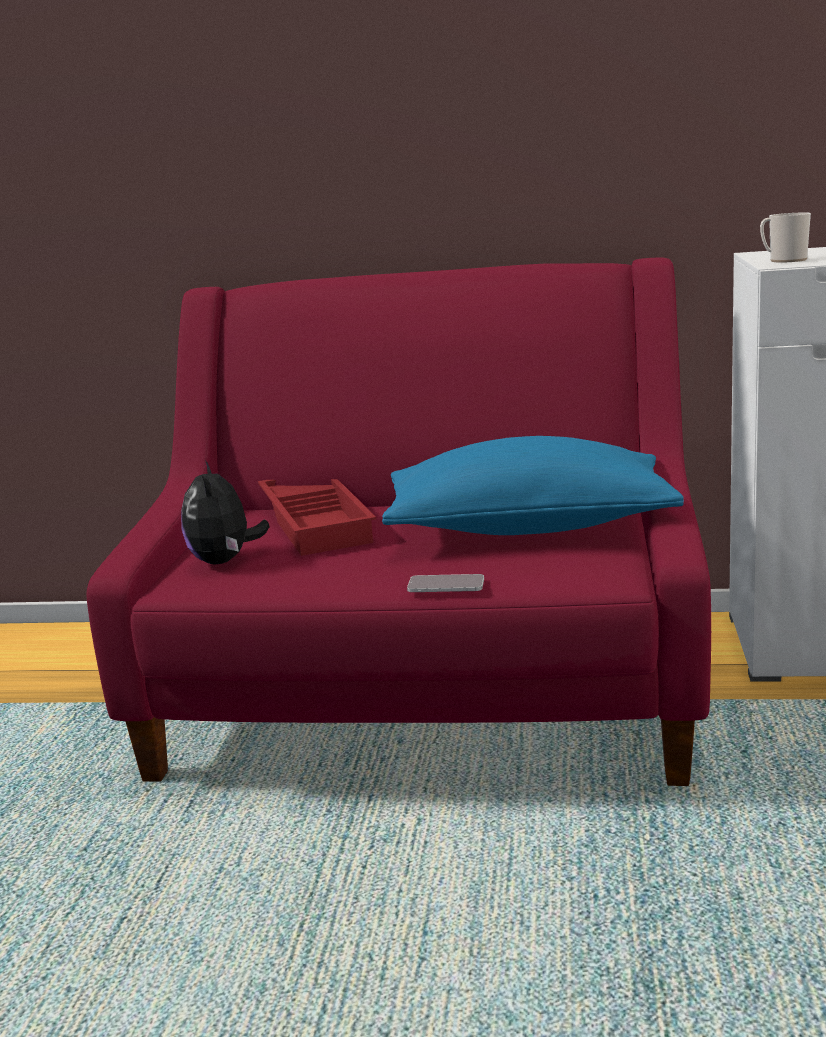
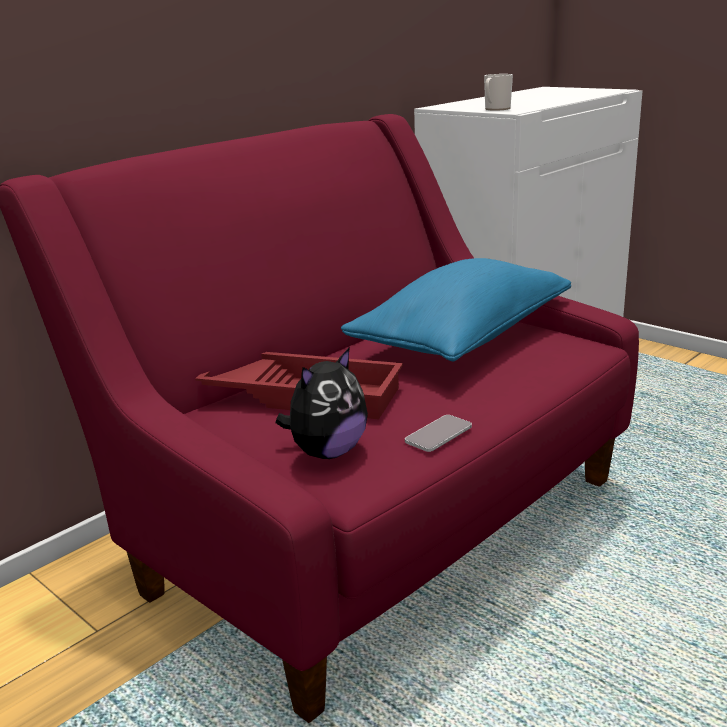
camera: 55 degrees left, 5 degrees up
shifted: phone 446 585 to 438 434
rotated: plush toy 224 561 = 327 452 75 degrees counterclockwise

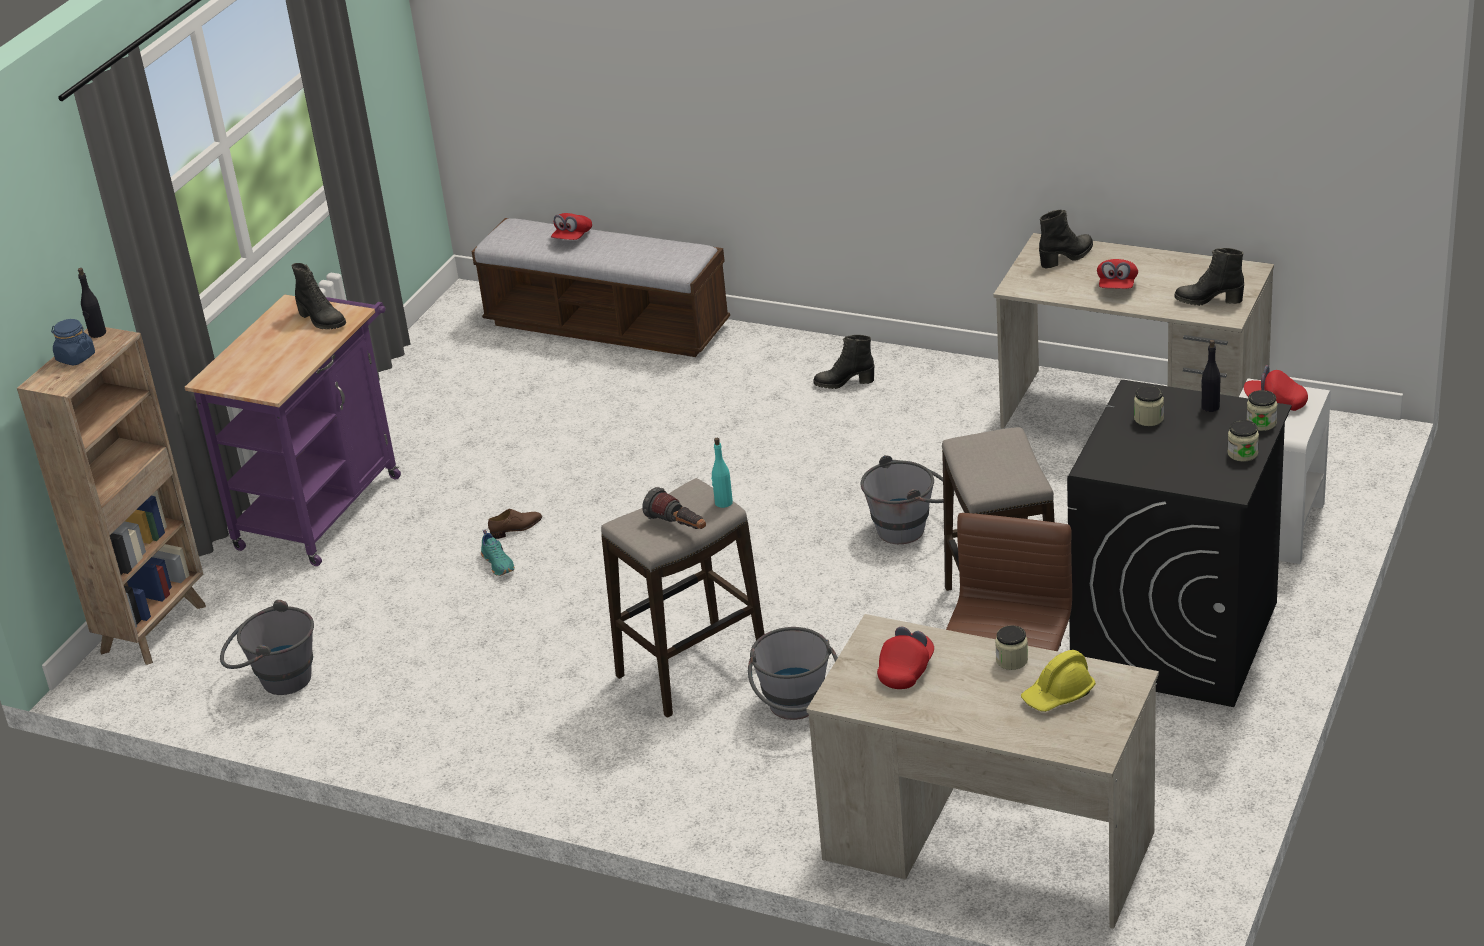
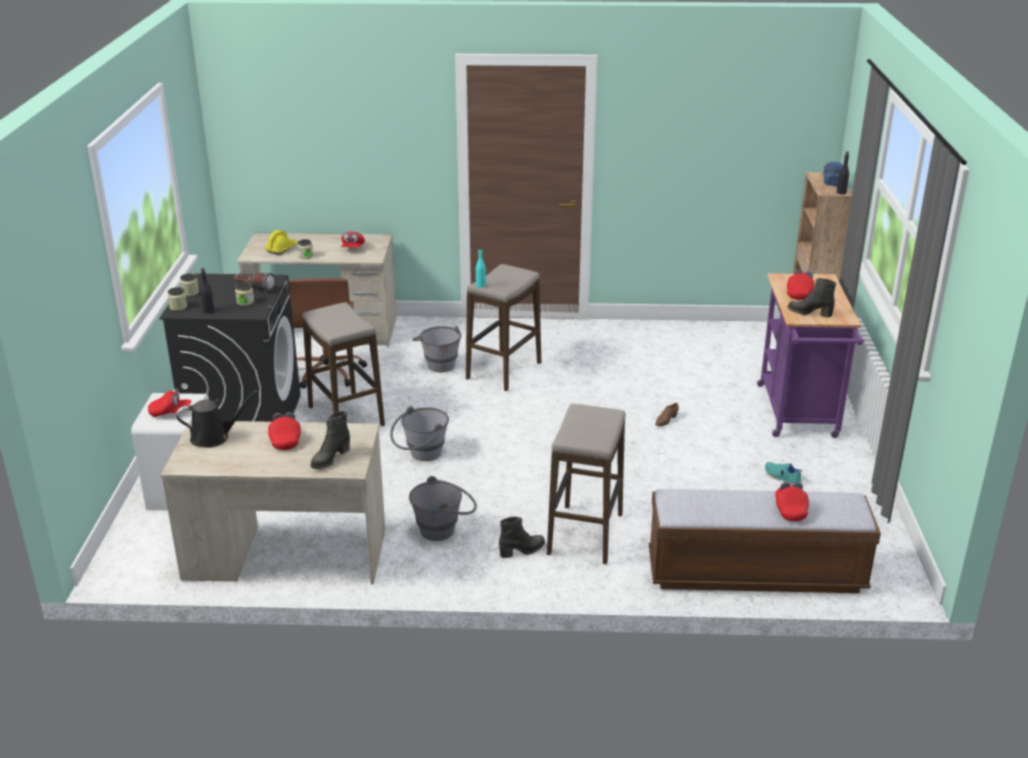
camera: 155 degrees right, 5 degrees down
new: stool 585 534; red cap 799 293
shifted: grey bucket 275 680 to 444 529; turquoise shoe 499 563 to 782 477; flashlight 678 526 to 254 288
swapped: black boot 1208 300 to black watering can 214 437

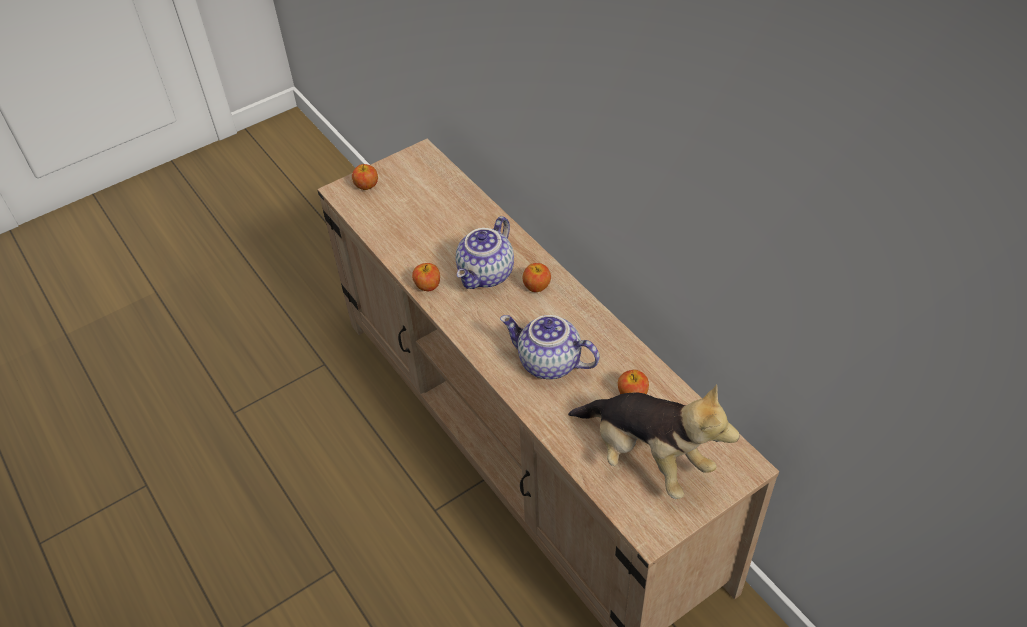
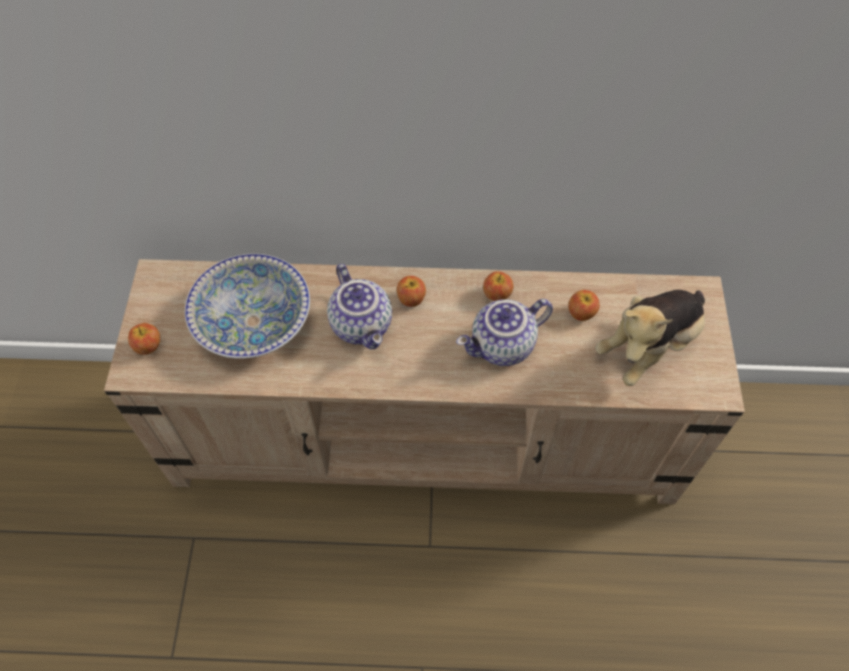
camera: 55 degrees left, 10 degrees up
new: bowl 253 322
shifted: apple 427 286 to 497 294
rotated: plush toy 646 458 = 649 346 150 degrees clockwise

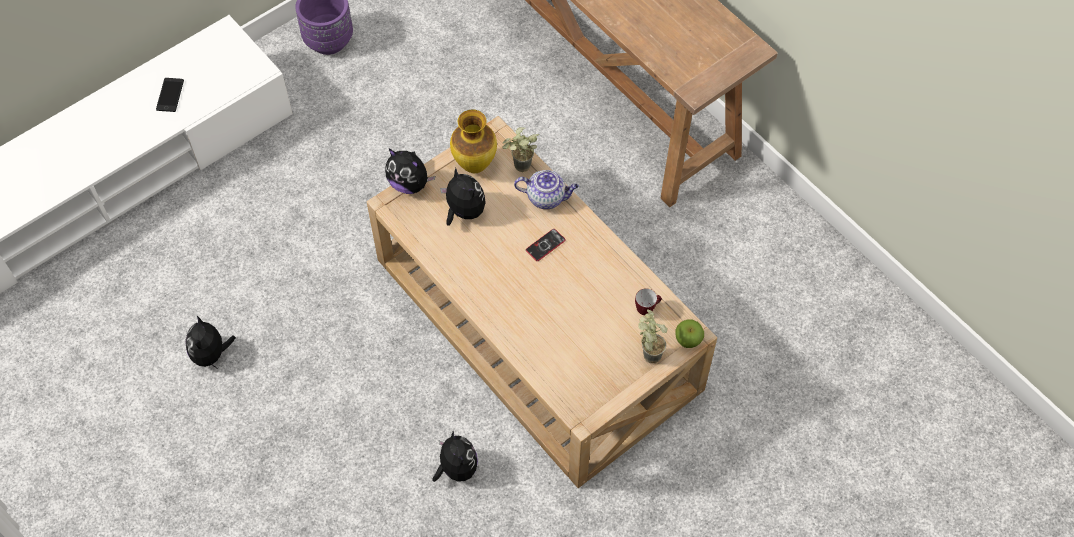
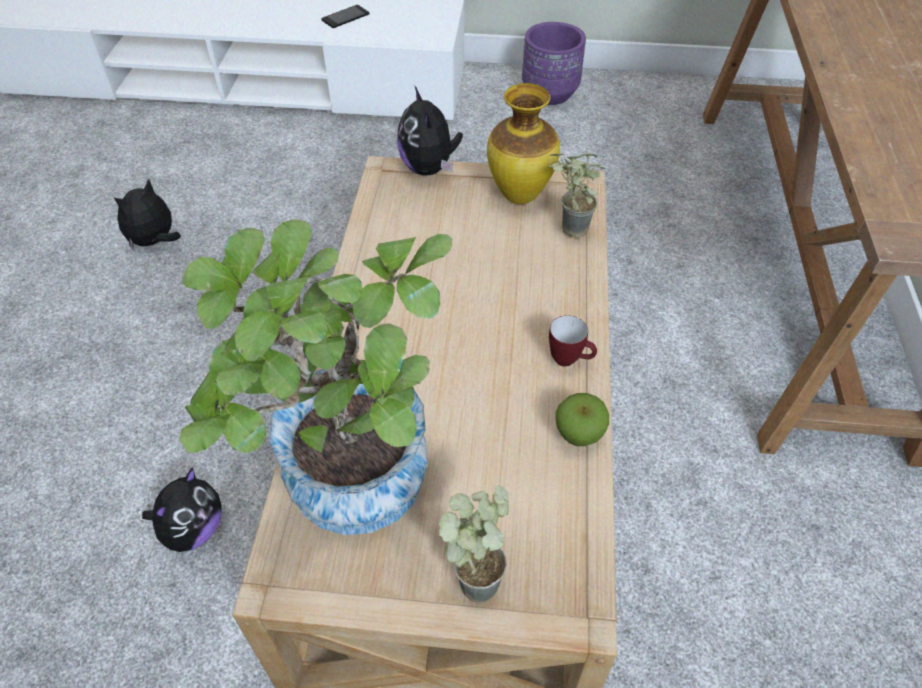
camera: 45 degrees right, 10 degrees down
gone: plush toy 464 211; teapot 547 197; phone 545 245
new: potted plant 348 493
shifted: mug 647 309 to 569 360; apple 688 341 to 578 435

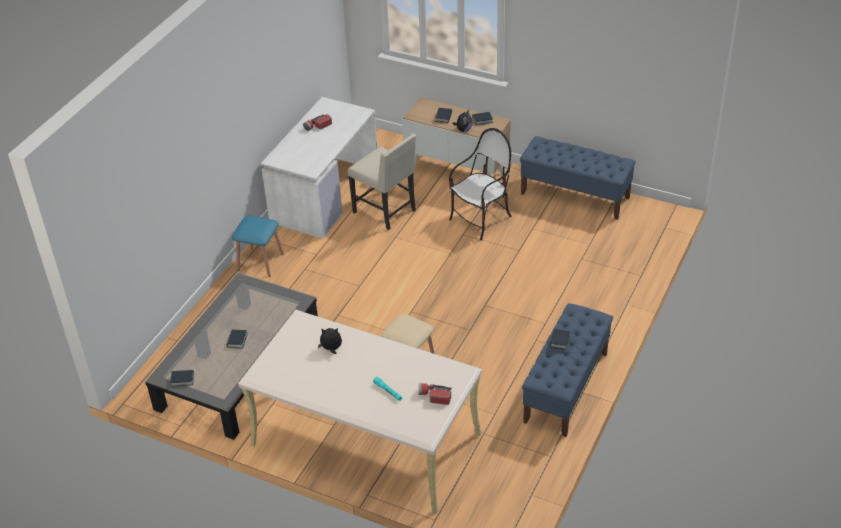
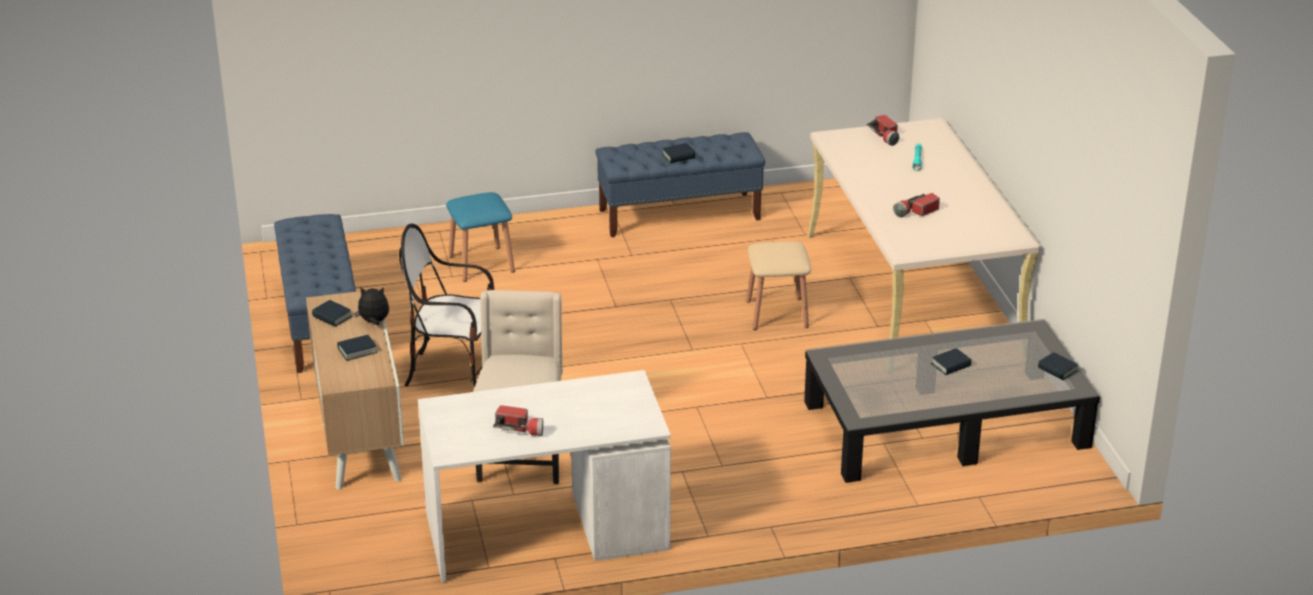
camera: 130 degrees left, 10 degrees down
shifted: blue stool 260 262 to 481 264
swapped: plush toy 331 349 to flashlight 915 212

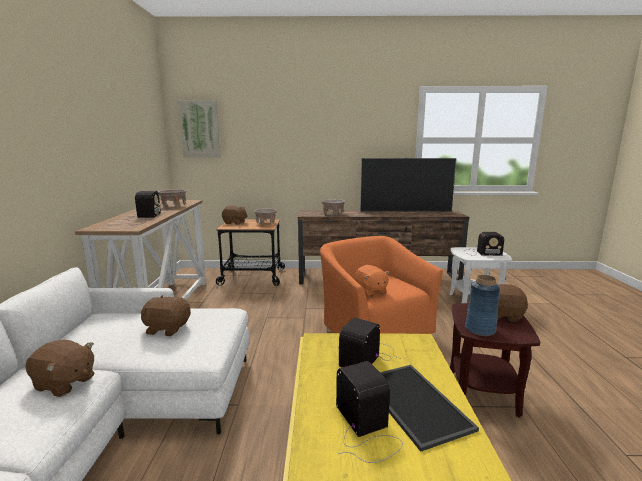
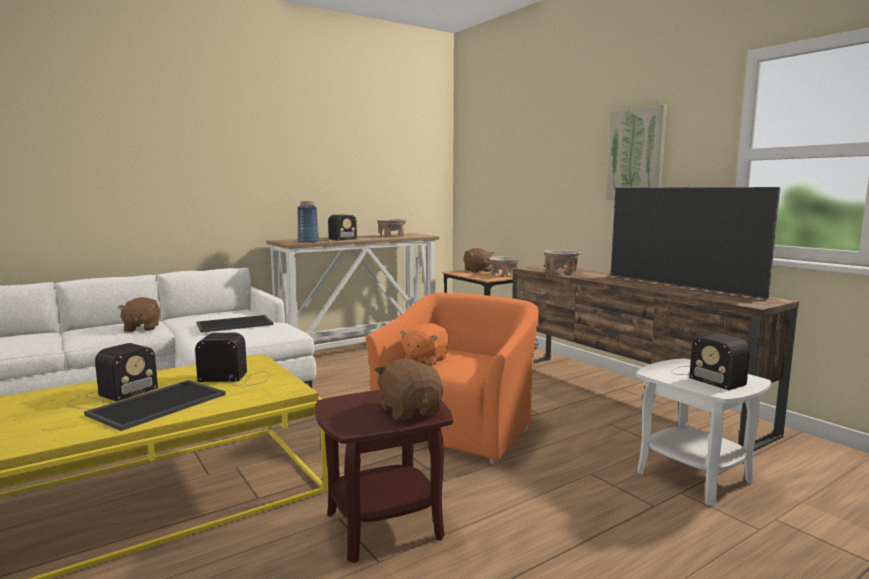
camera: 55 degrees right, 5 degrees down
shifted: picture 200 129 to 636 154; blue vase 480 329 to 308 241
swapped: brown plush toy 167 328 to tray 234 324

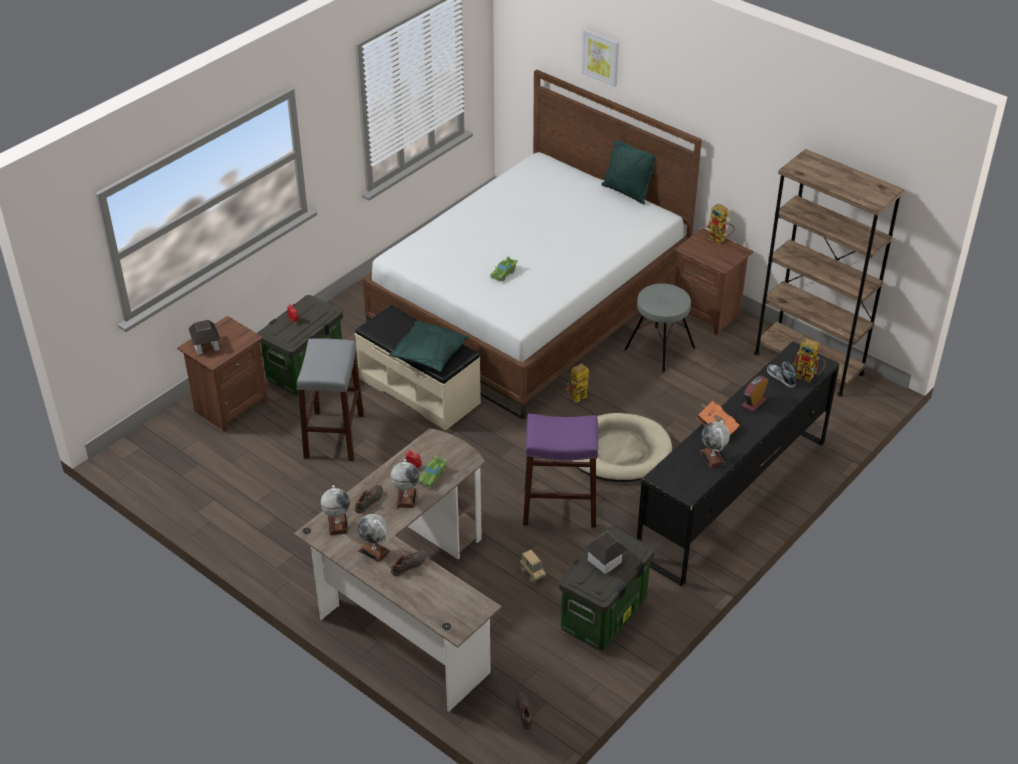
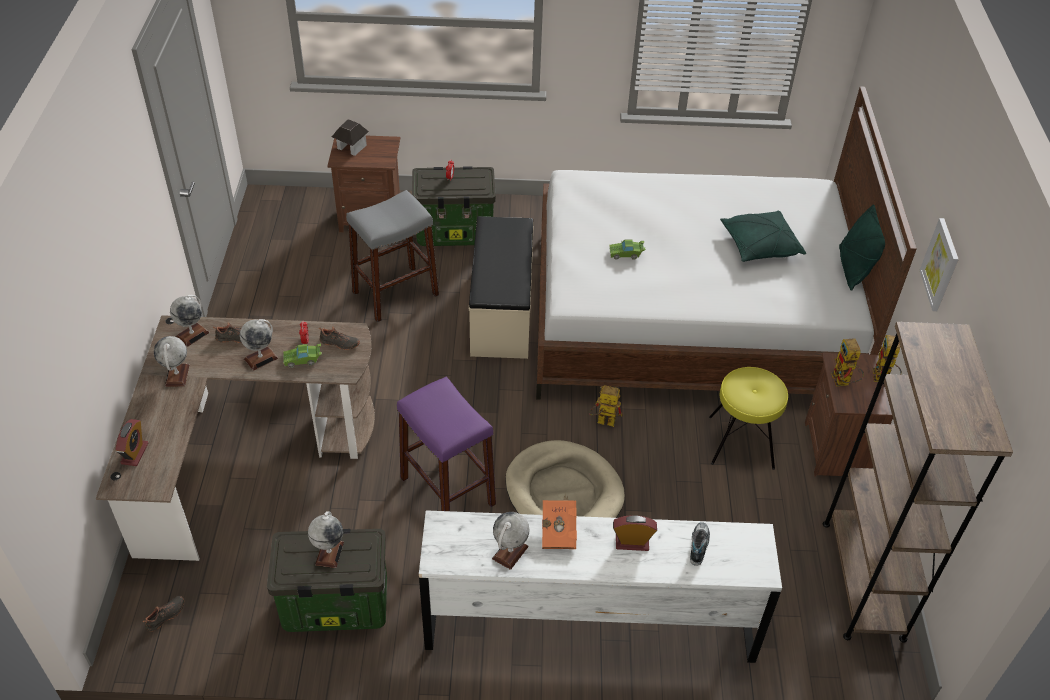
camera: 50 degrees right, 5 degrees up
gone: toy truck 532 574
new: alarm clock 134 453
shifted: green pillow 429 355 to 759 246; black shoe 409 566 to 339 344; picture 600 57 to 940 265; toy robot 808 377 to 843 382
swapped: toy house 605 561 to globe 329 553
repainted: grey stool 659 348 to yellow stool 741 442; black dresser 733 497 to white dresser 589 624

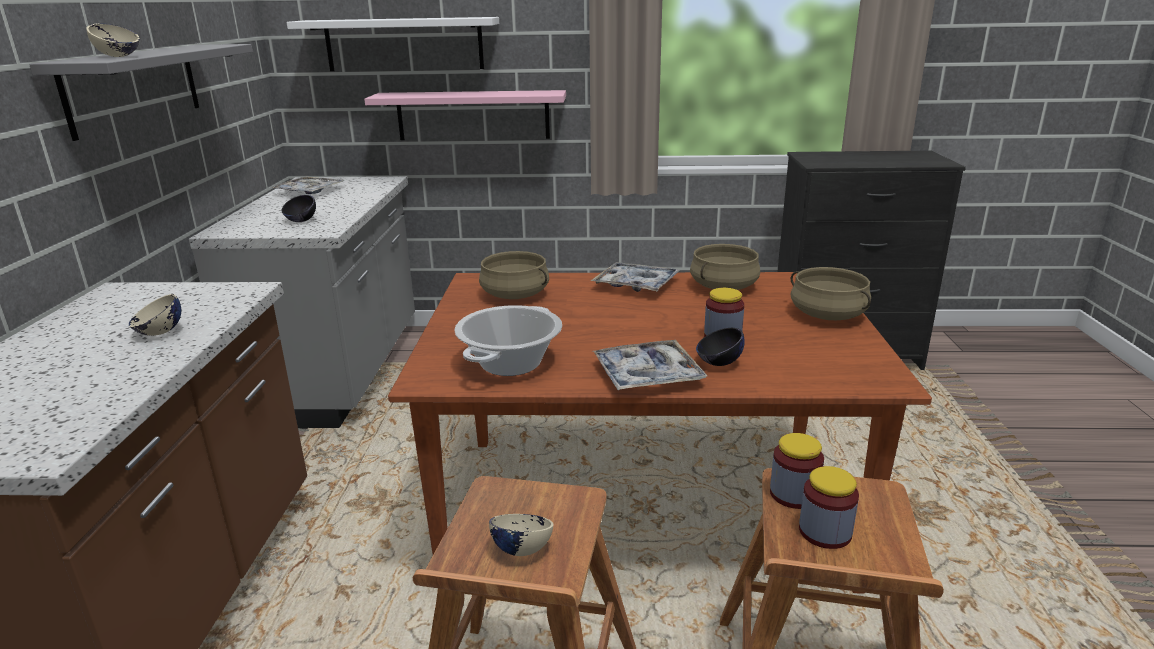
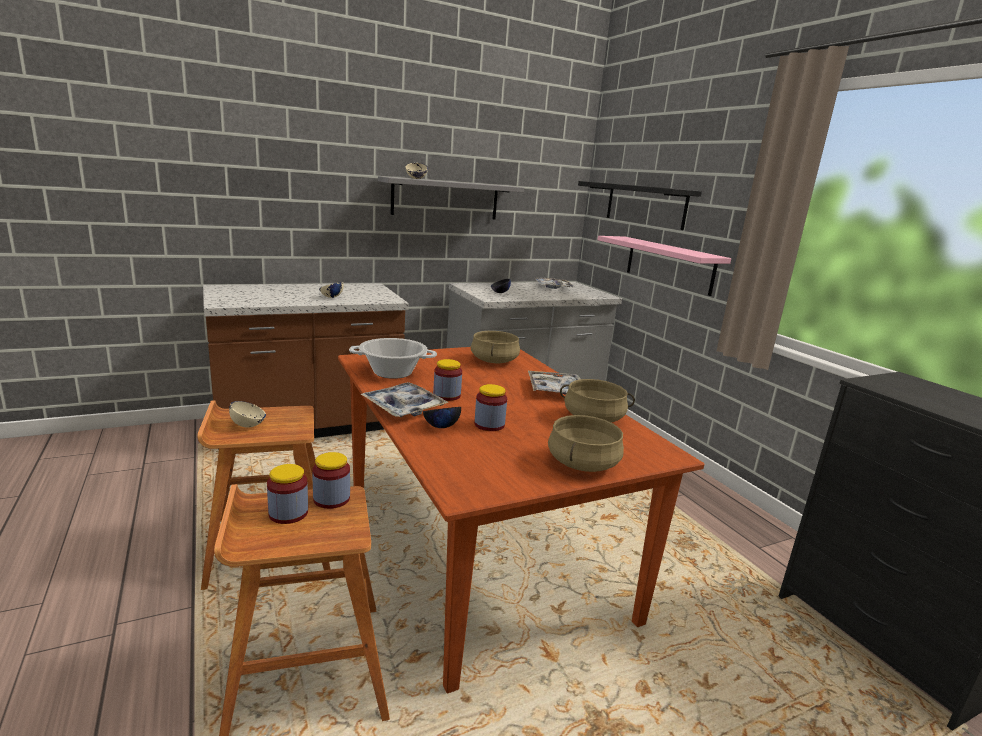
camera: 60 degrees right, 5 degrees down
new: jar 447 395
repainted: white shelf 404 44 to black shelf 645 205

